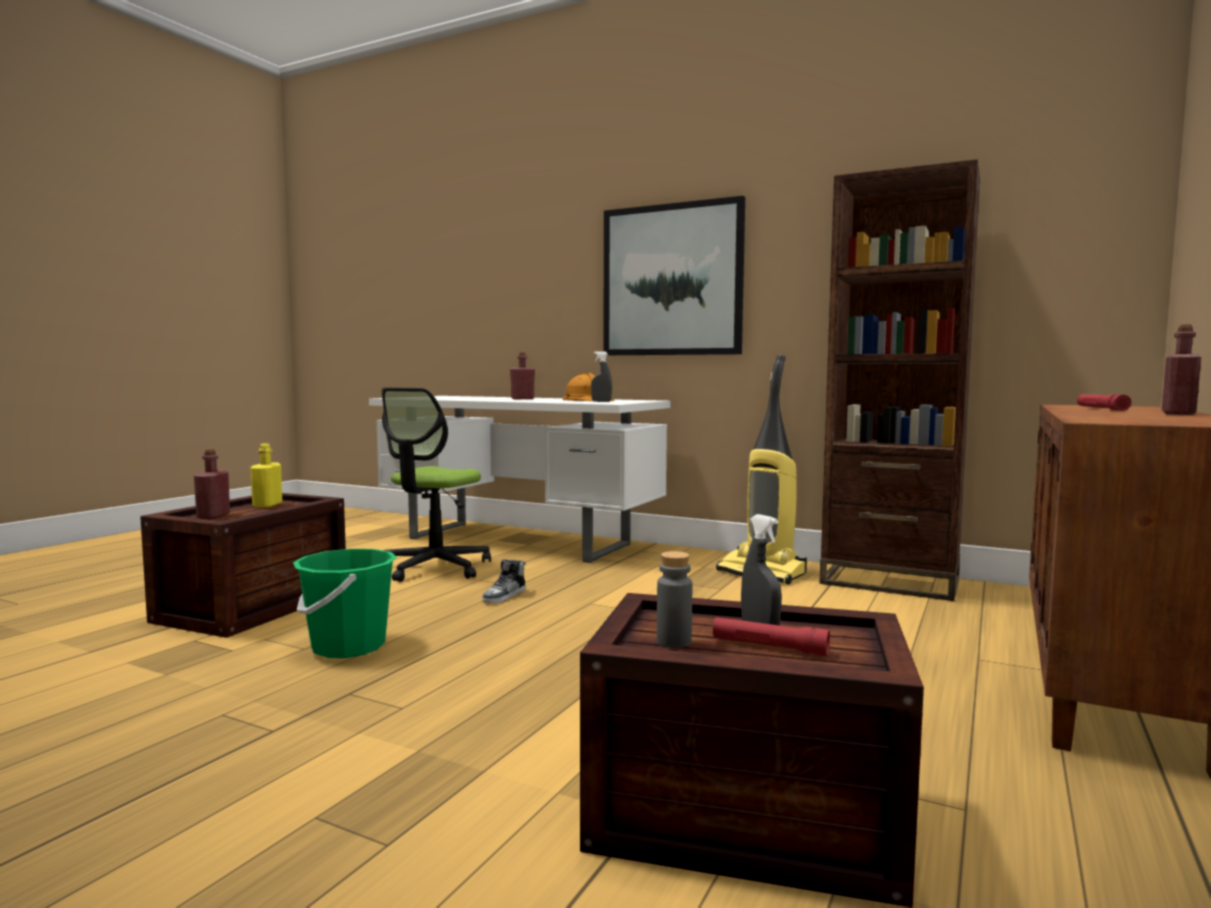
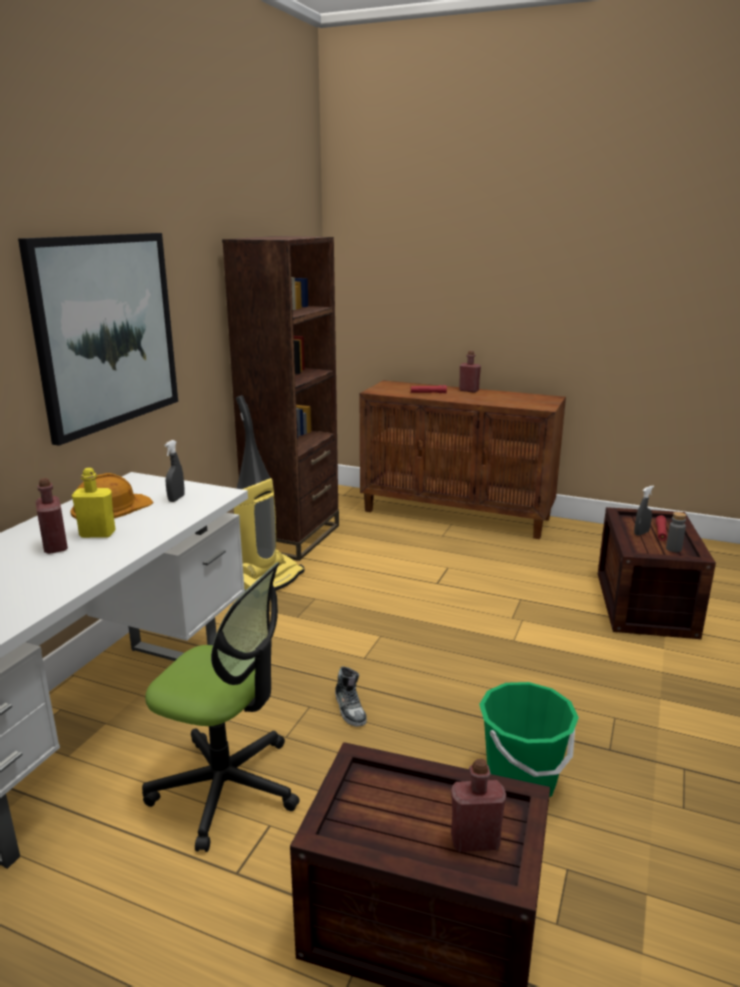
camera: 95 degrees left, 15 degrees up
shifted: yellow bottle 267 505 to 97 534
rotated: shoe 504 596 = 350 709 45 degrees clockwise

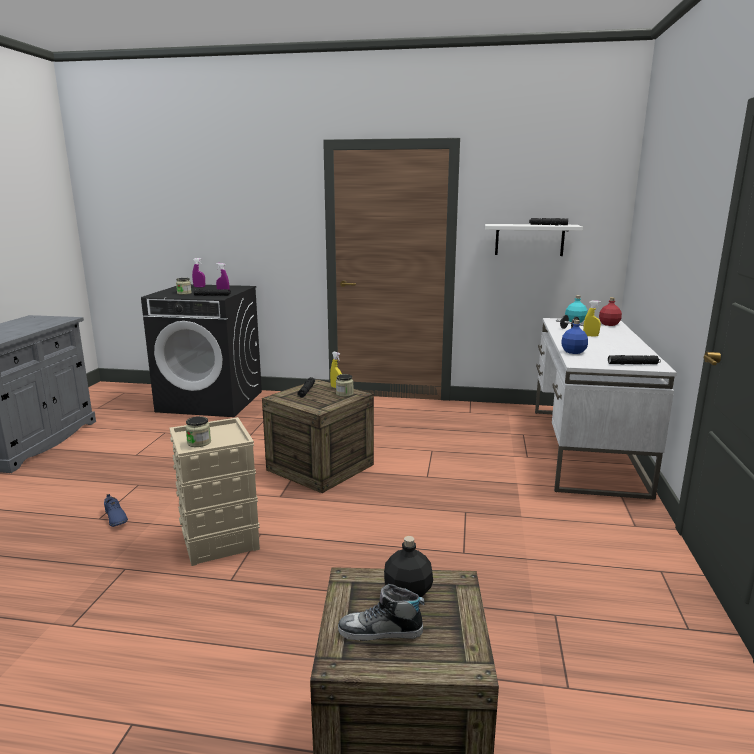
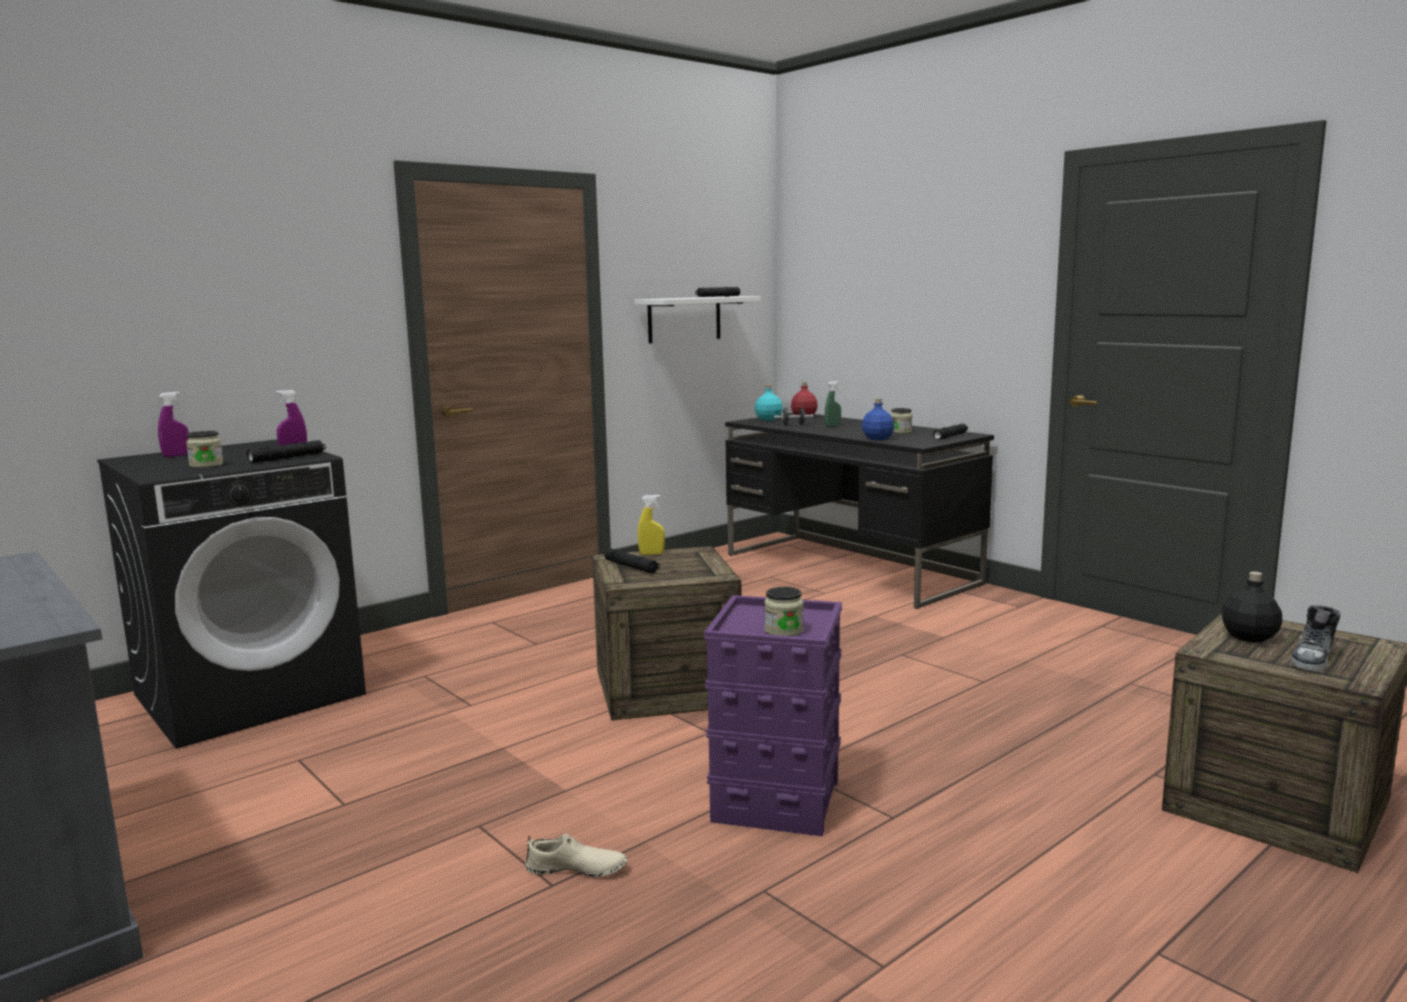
camera: 50 degrees left, 5 degrees down
shifted: jar 344 394 to 900 432
repainted: blue shoe 115 518 to beige shoe 576 869; beige storage box 220 539 to purple storage box 775 799; white desk 585 449 to black desk 850 569; yellow spray bottle 590 336 to green spray bottle 832 426

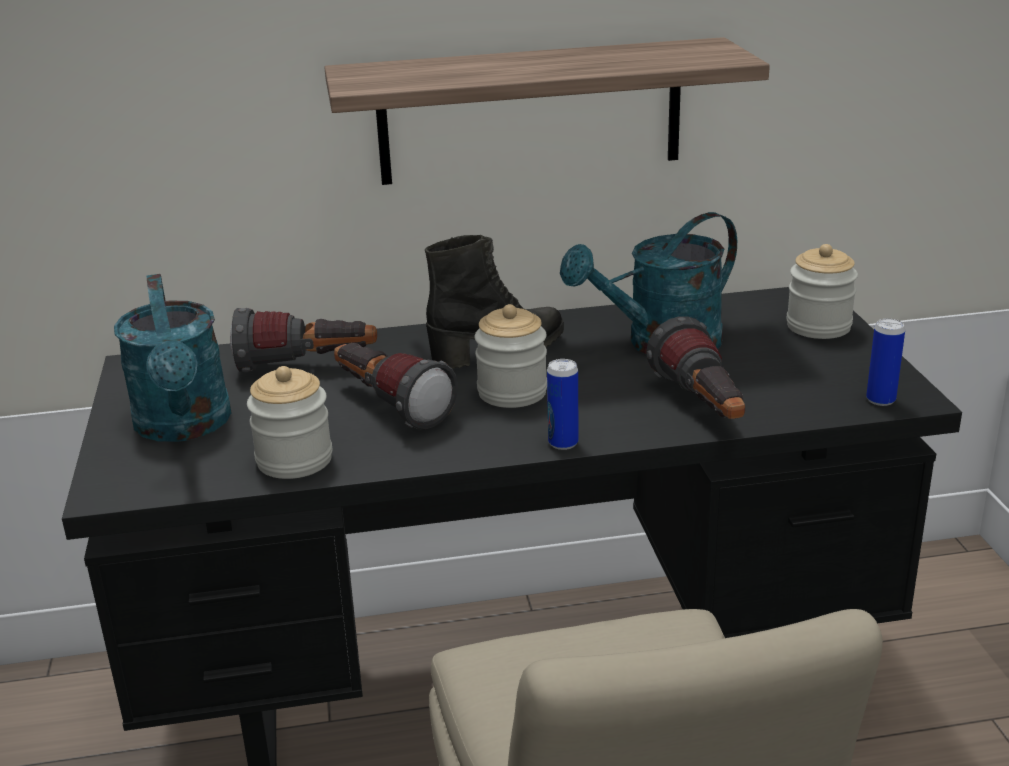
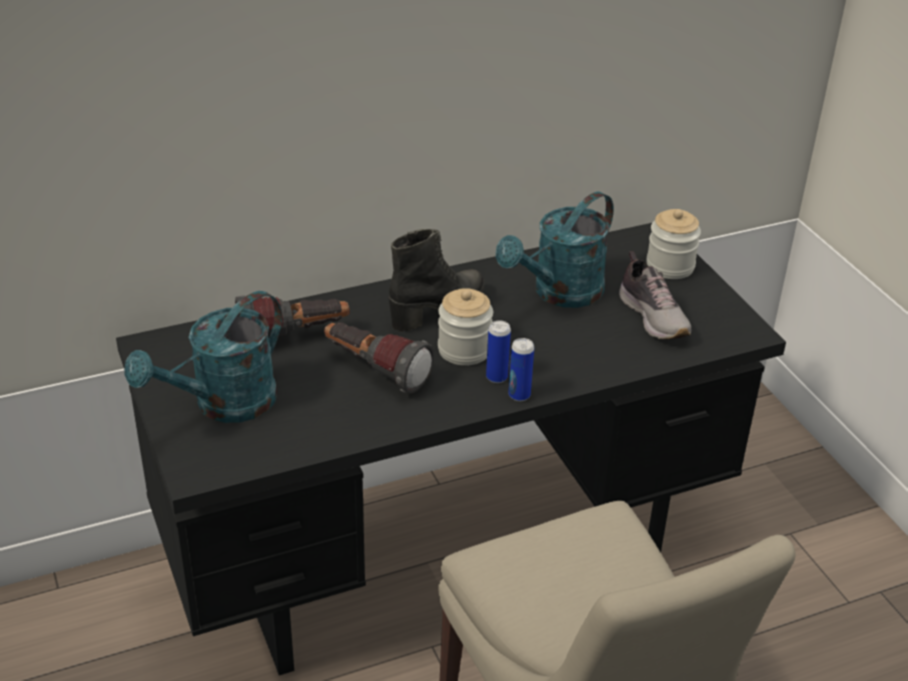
camera: 15 degrees left, 10 degrees up
gone: jar 294 460; shelf 530 112; flashlight 702 408
new: shoe 654 317
shifted: can 880 400 to 496 377
rotated: turquoise watering can 185 427 = 223 405 75 degrees clockwise

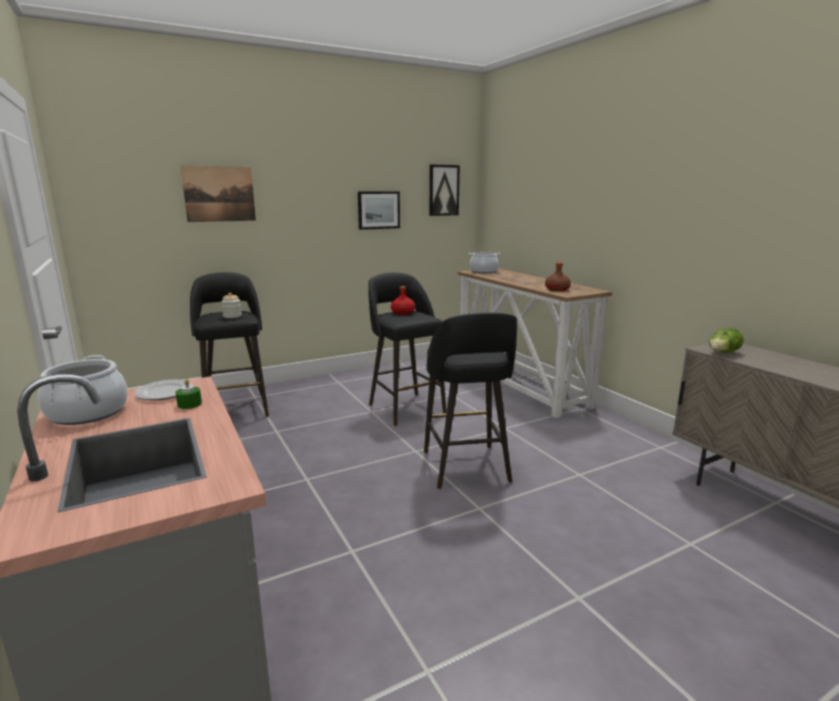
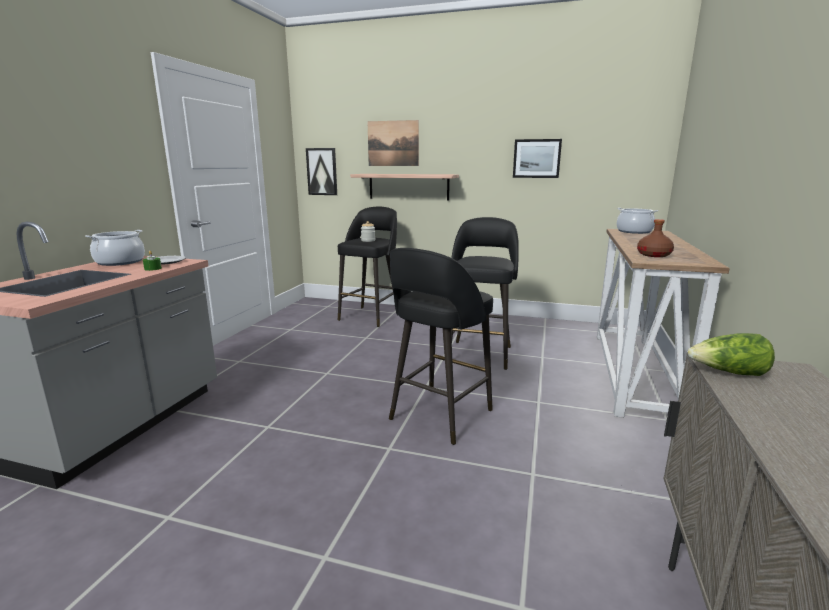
camera: 45 degrees right, 0 degrees up
gone: red bottle 403 312
new: shelf 408 186
shifted: picture 443 190 to 322 171

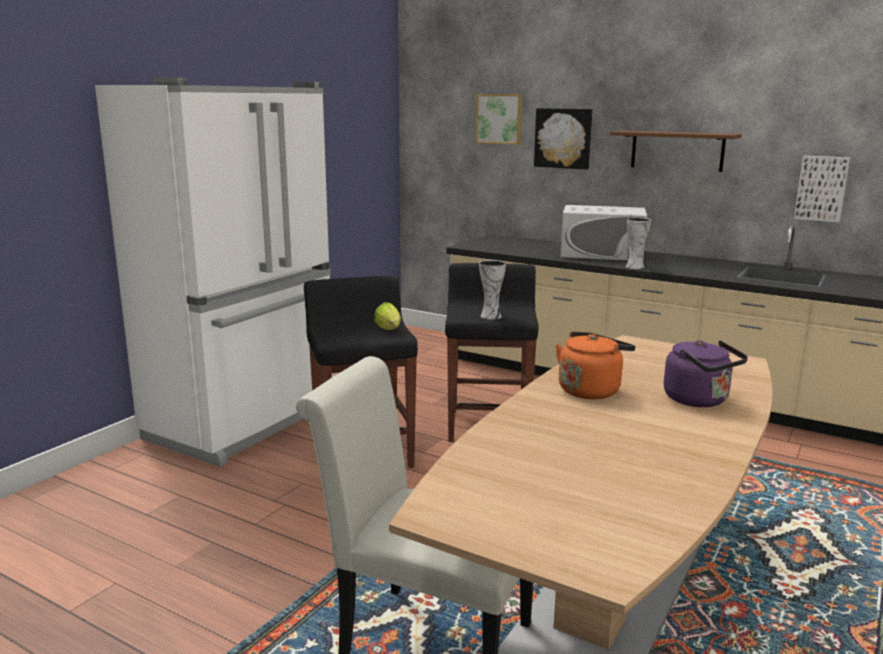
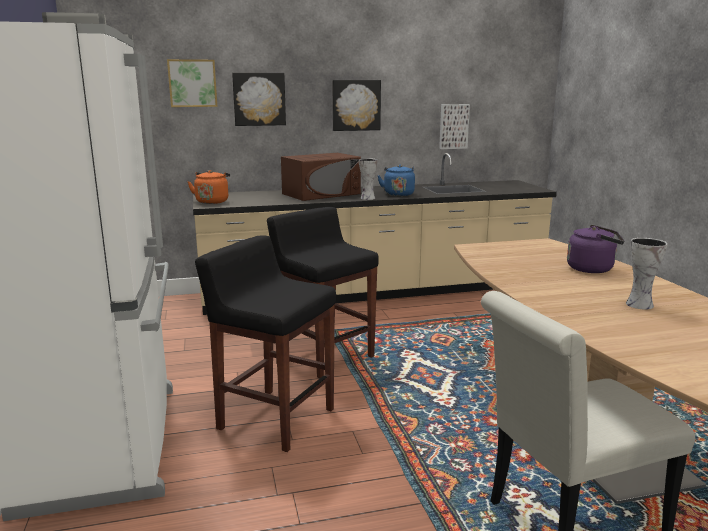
camera: 45 degrees left, 0 degrees up
gone: lettuce 389 330
new: blue kettle 398 194
shifted: vase 491 316 to 638 304; orange kettle 590 390 to 212 201
swapped: brown shelf 677 150 to picture 356 105
repainted: white microwave 601 254 to brown microwave 321 194

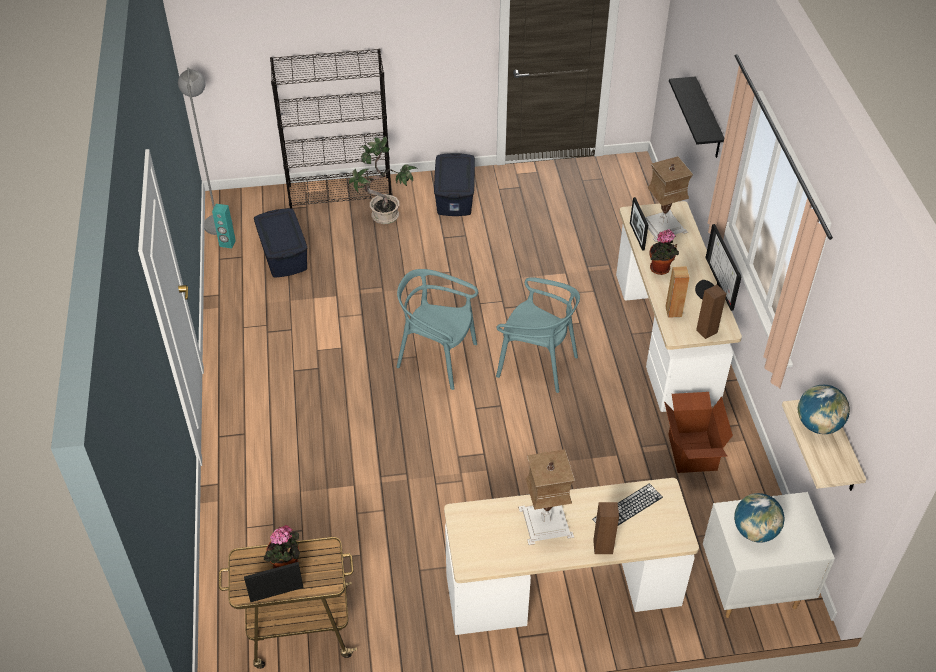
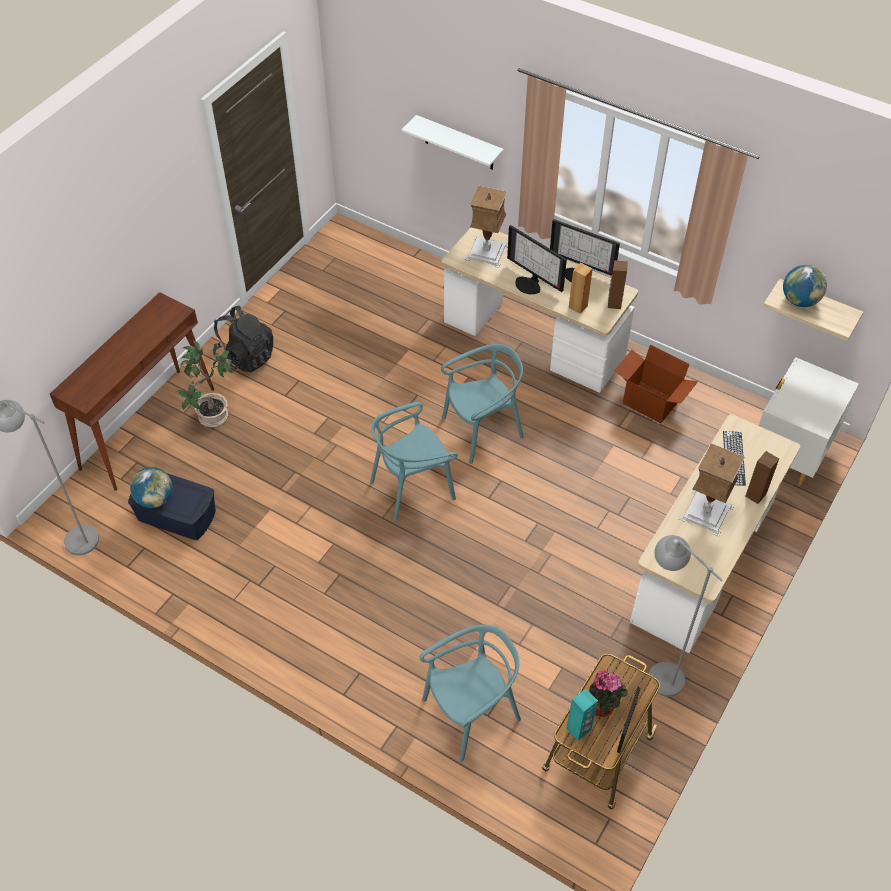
camera: 50 degrees left, 5 degrees up
gone: picture frame 637 236
new: turquoise chair 471 713; grey floor lamp 656 670
shifted: turquoise speaker 227 243 to 579 729; globe 754 531 to 155 499
swapped: black bookcase 340 193 to brown console table 148 427; blue storage box 455 196 to black backpack 246 356; potted plant 661 269 to monitor 530 284
repainted: black shelf 707 119 to white shelf 459 143

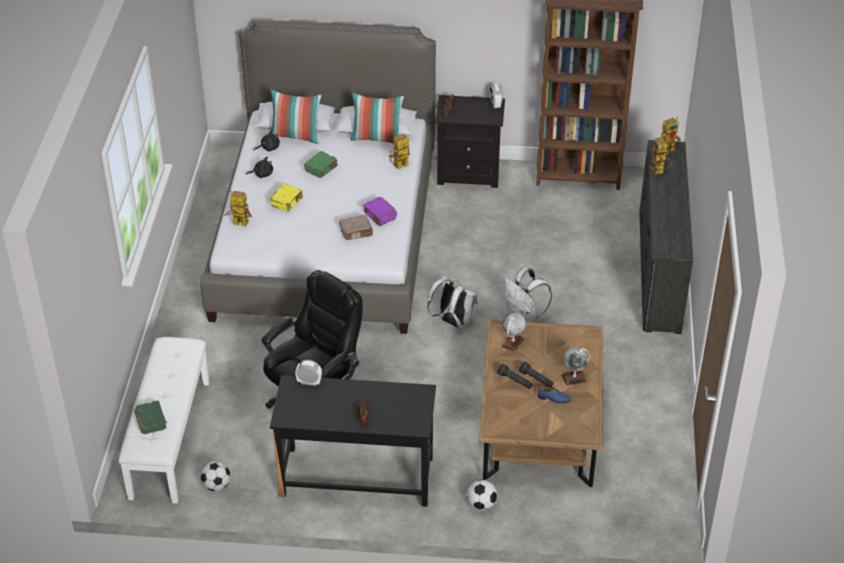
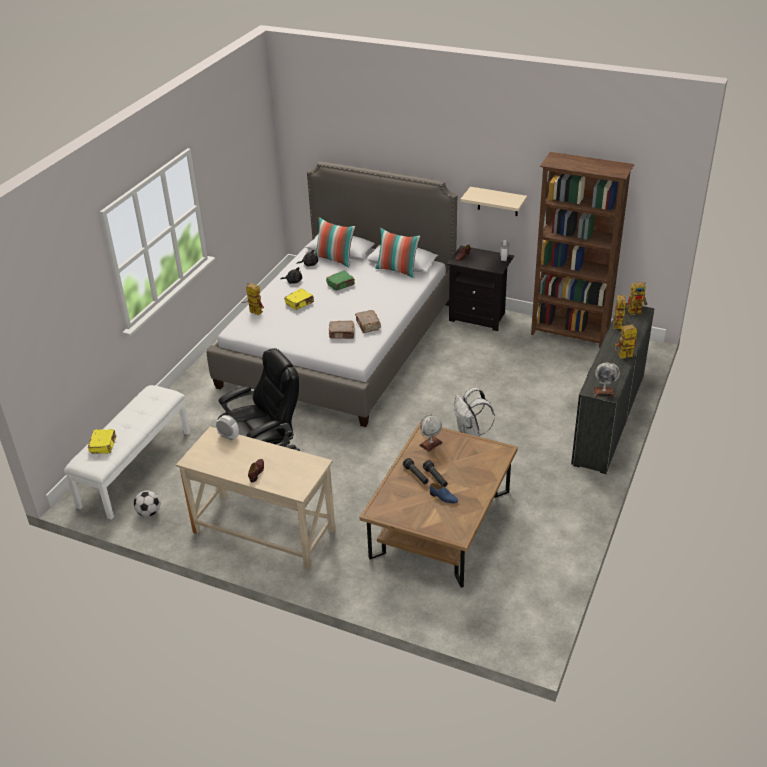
camera: 20 degrees right, 5 degrees down
gone: white backpack 452 322; football 481 504
new: beige shelf 498 201
shifted: toy robot 398 167 to 623 357; globe 574 378 to 604 392
repainted: green book 151 421 to yellow book 103 445; black desk 356 477 to beige desk 263 531; purple book 380 216 to brown book 368 325

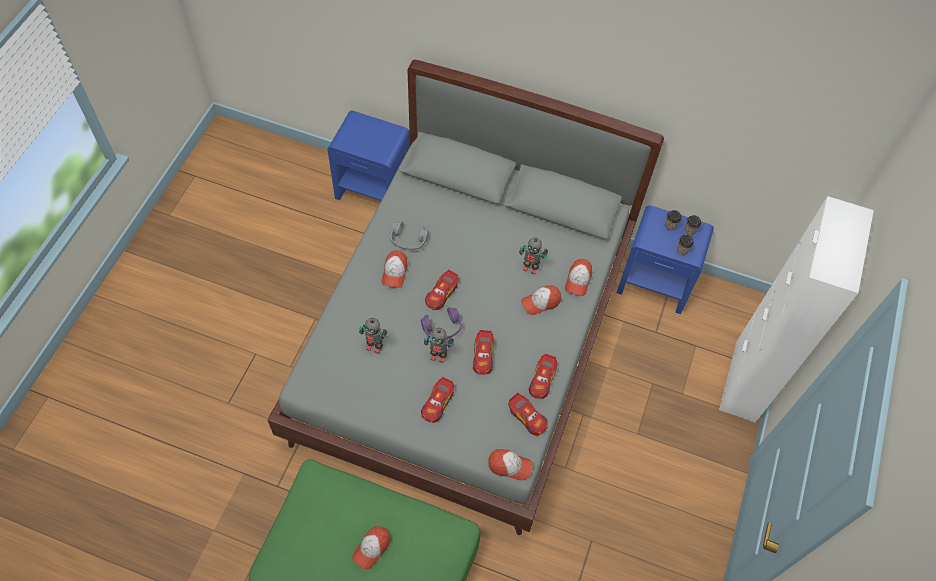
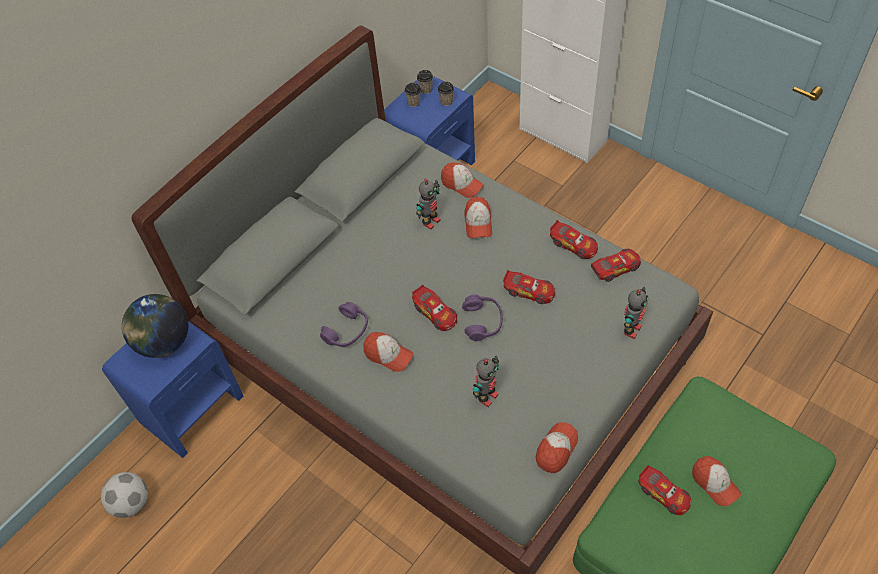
camera: 65 degrees left, 5 degrees down
new: football 131 503; globe 164 342
shifted: toy car 437 403 to 664 494; toy robot 438 356 to 631 330; cap 509 466 to 556 449
repainted: grey headphones 408 240 to purple headphones 347 331

